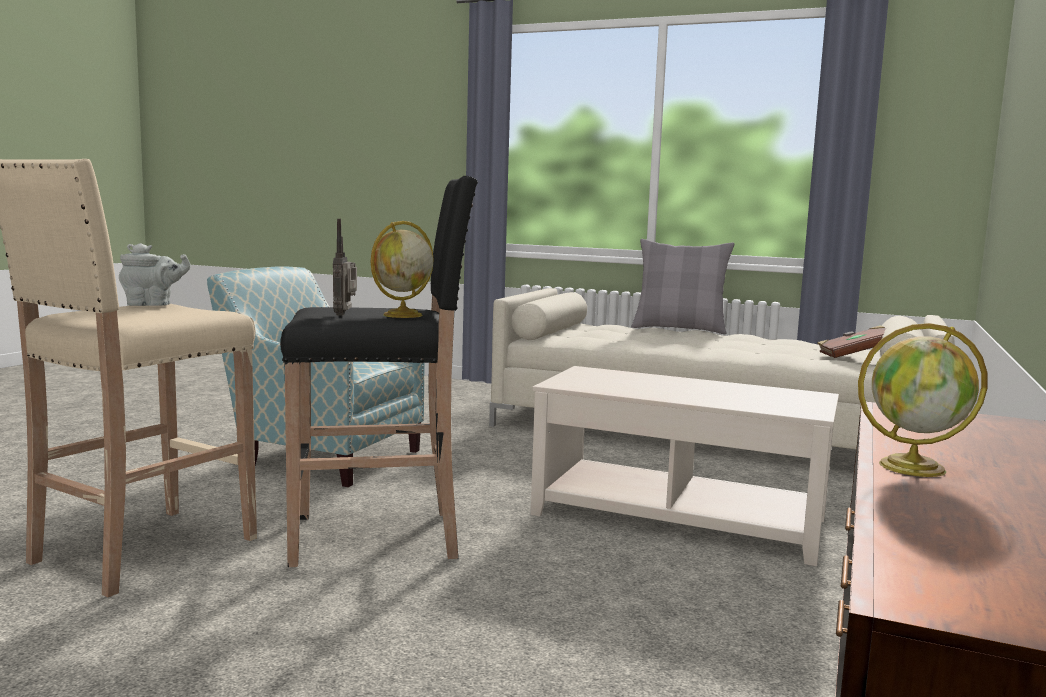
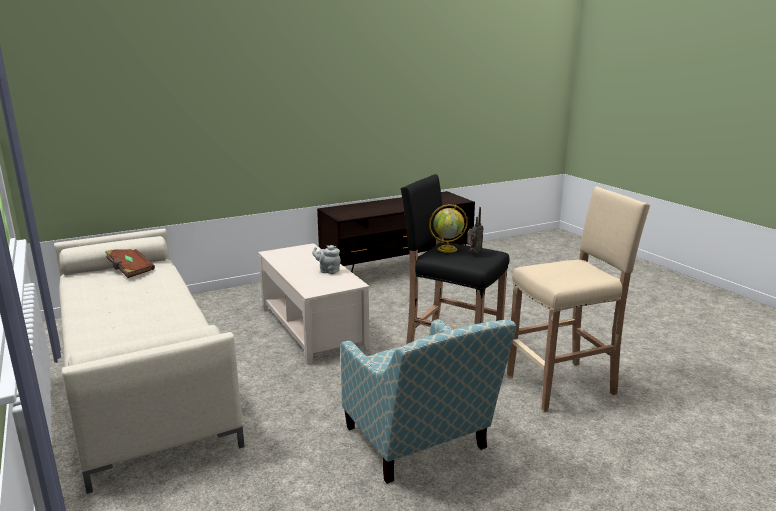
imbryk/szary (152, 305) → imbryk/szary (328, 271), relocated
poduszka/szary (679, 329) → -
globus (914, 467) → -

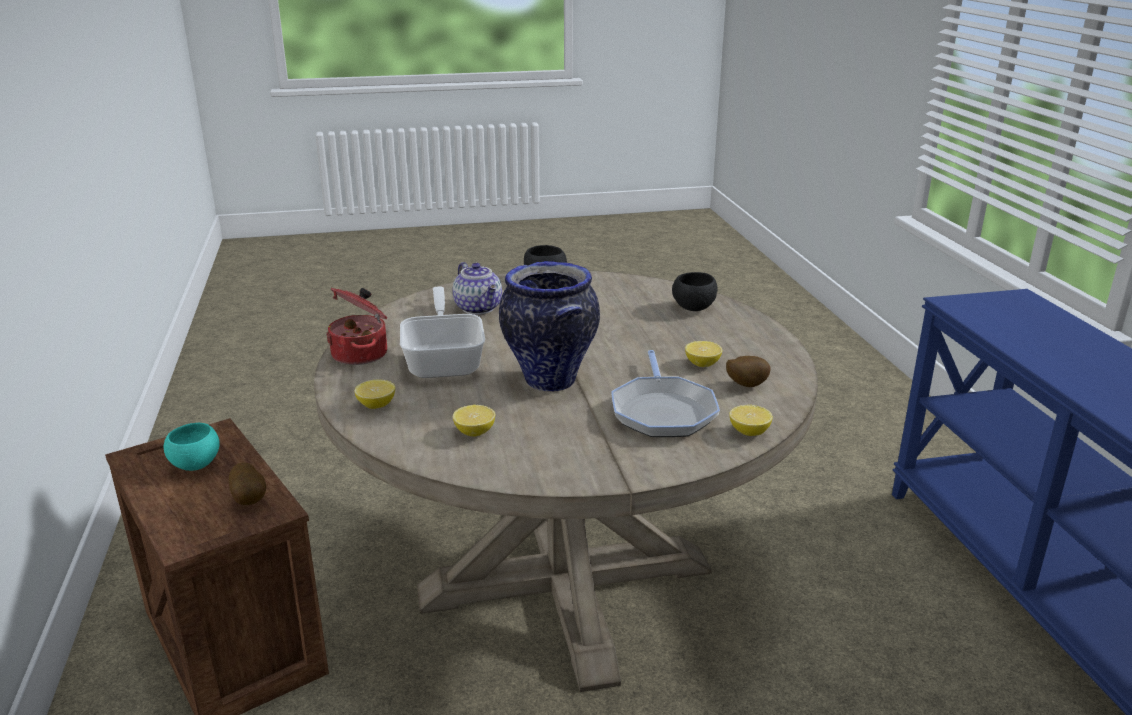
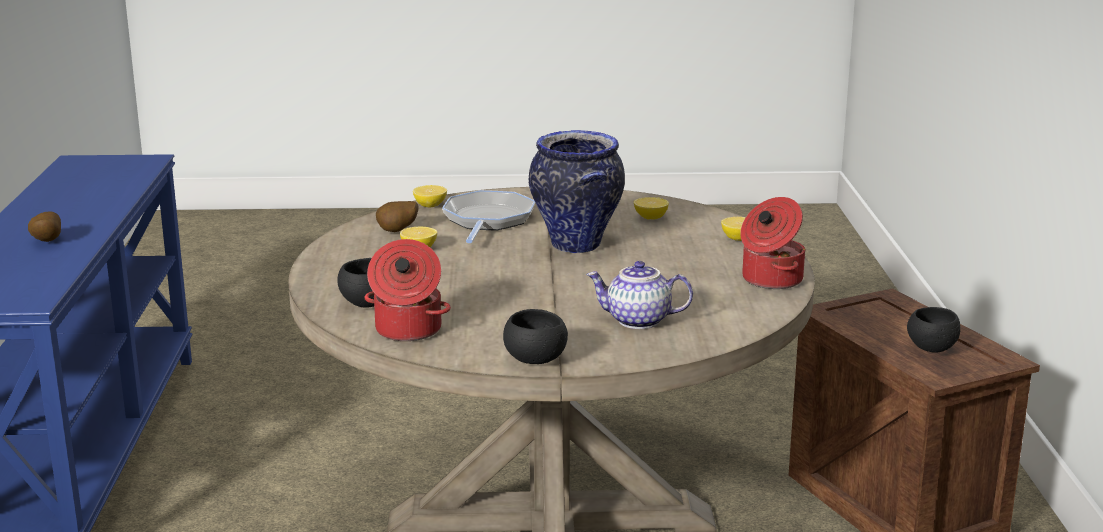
miska/turkusowy (196, 464) → miska/czarny (931, 348)
ziemniak (250, 499) → ziemniak (46, 242), relocated
patelnia (445, 360) → -
imbryk (479, 308) → imbryk (637, 321), 60 degrees counterclockwise
- → garnek (407, 330)

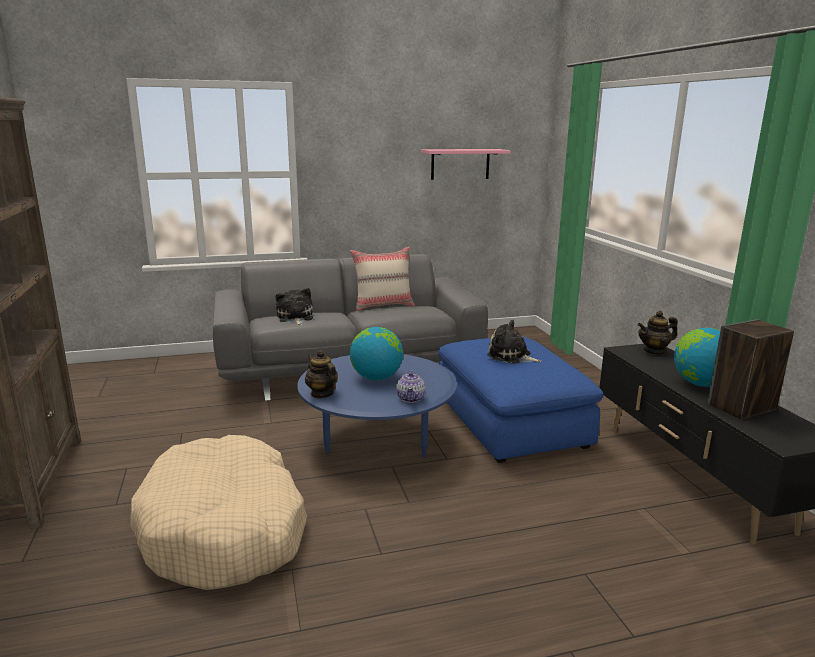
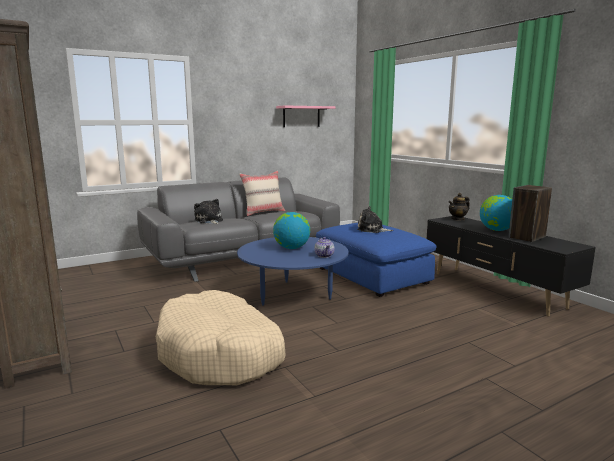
imbryk (322, 394) → -

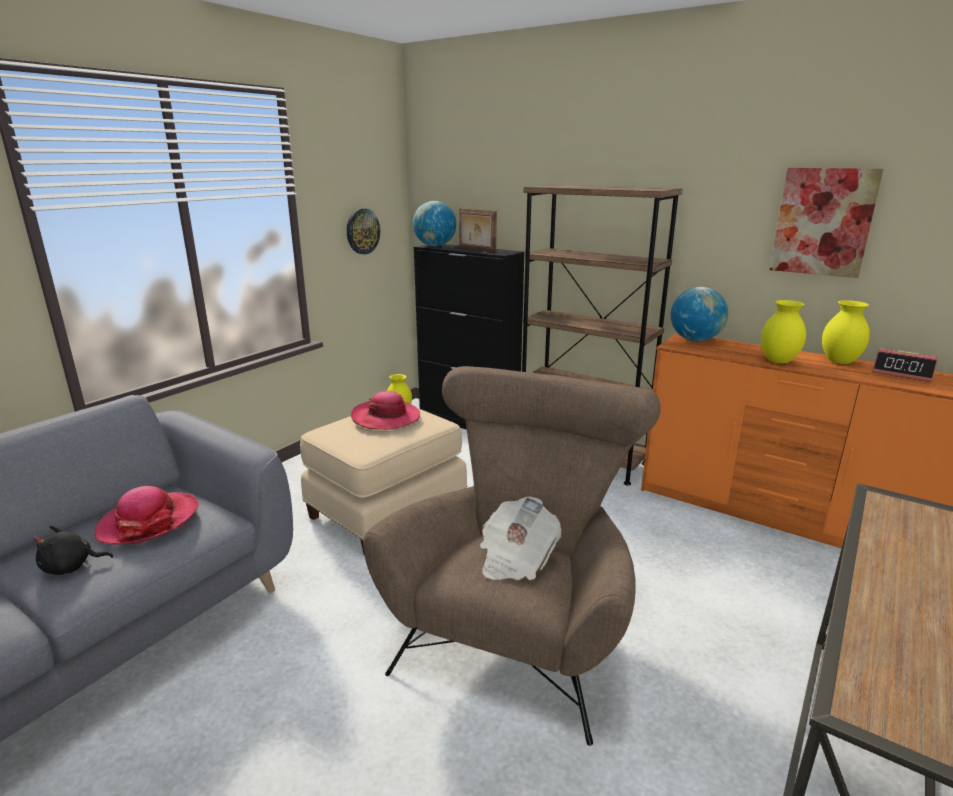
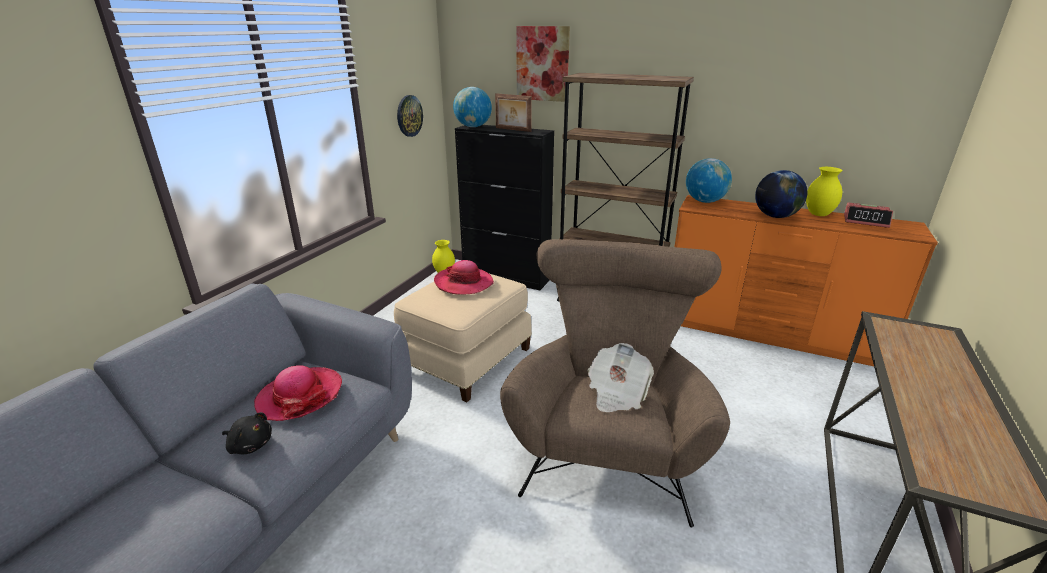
pluszak/czarny (71, 567) → pluszak/czarny (250, 445), 135 degrees counterclockwise
wazon/żółty (778, 361) → globus (775, 216)
obraz (823, 222) → obraz (542, 64), relocated

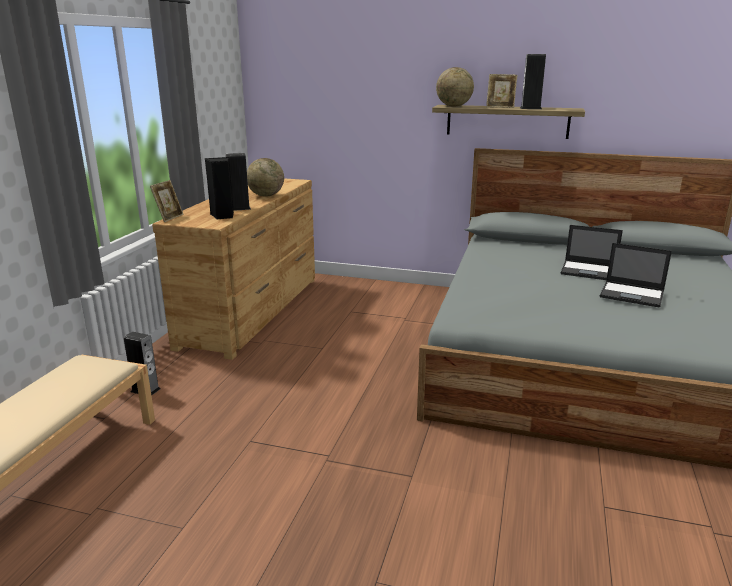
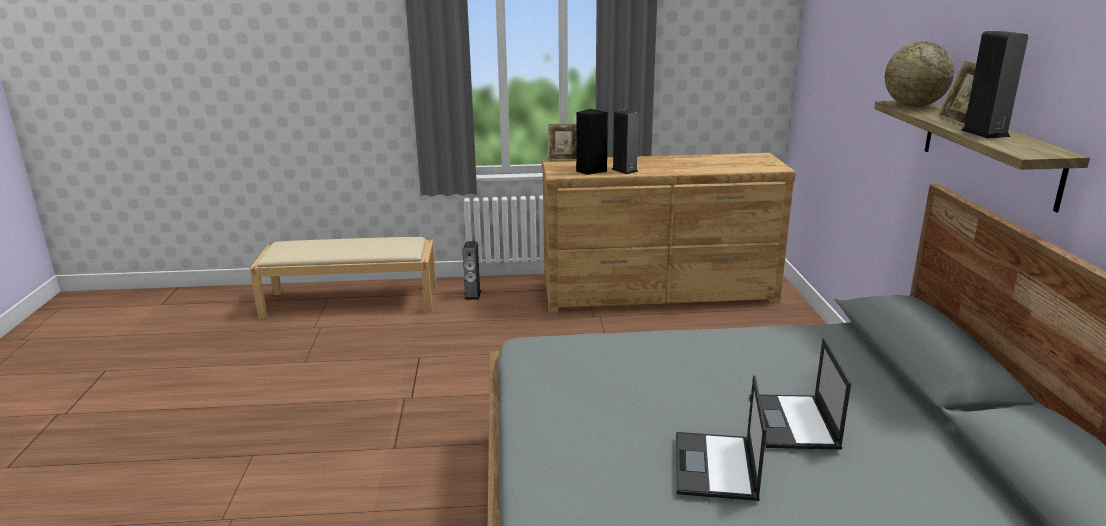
globus (266, 195) → -

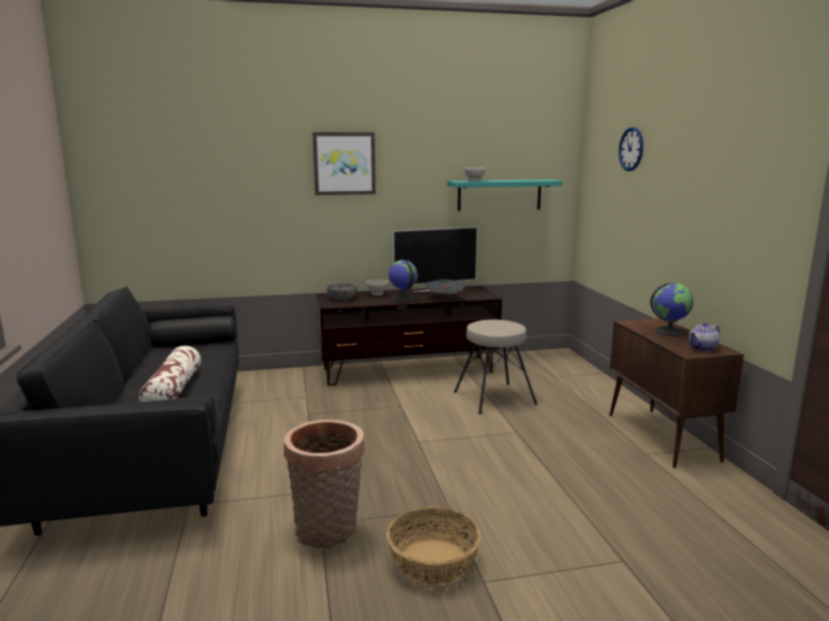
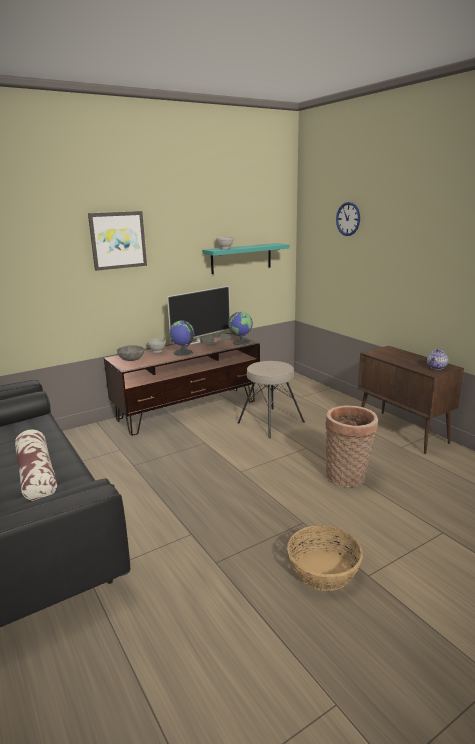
koszyk (328, 533) → koszyk (348, 477), relocated
globus (669, 331) → globus (241, 342), relocated

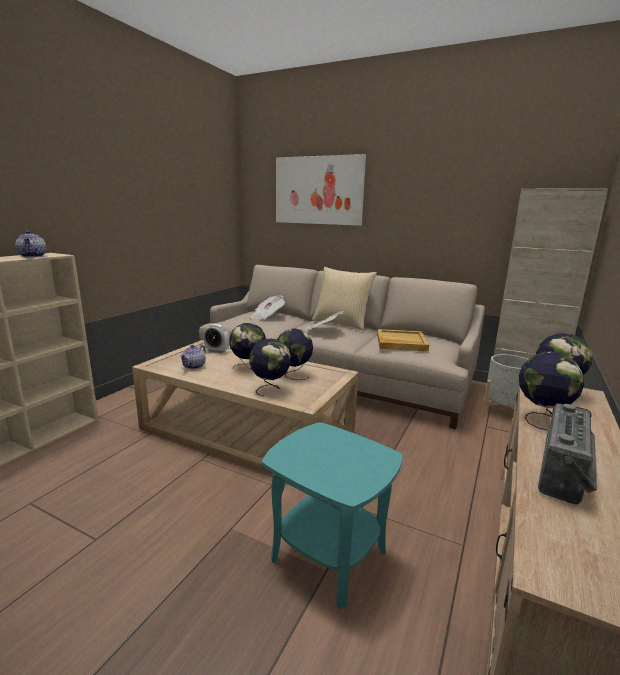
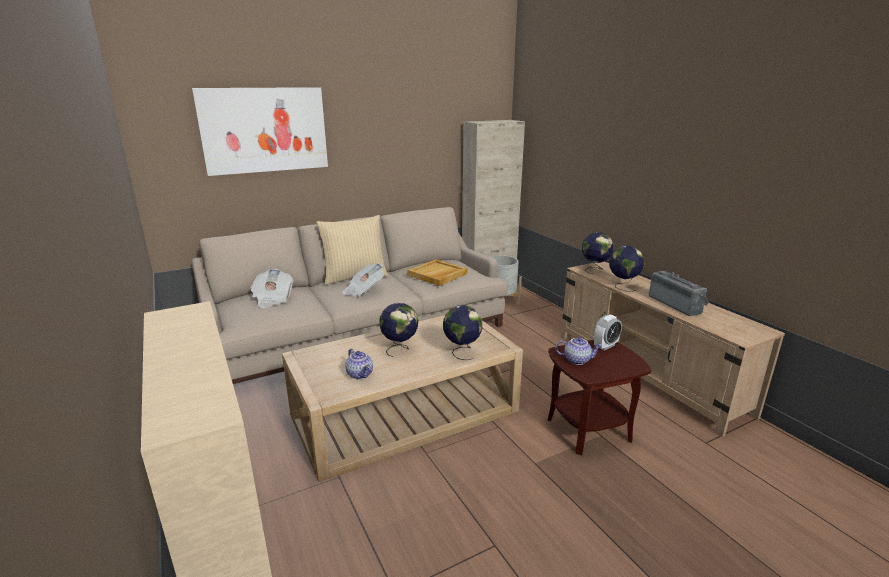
imbryk (33, 256) → imbryk (577, 360), relocated
budzik (217, 351) → budzik (605, 346), relocated
stolik/turkusowy (329, 554) → stolik/brązowy (588, 429)
globus (293, 374) → -

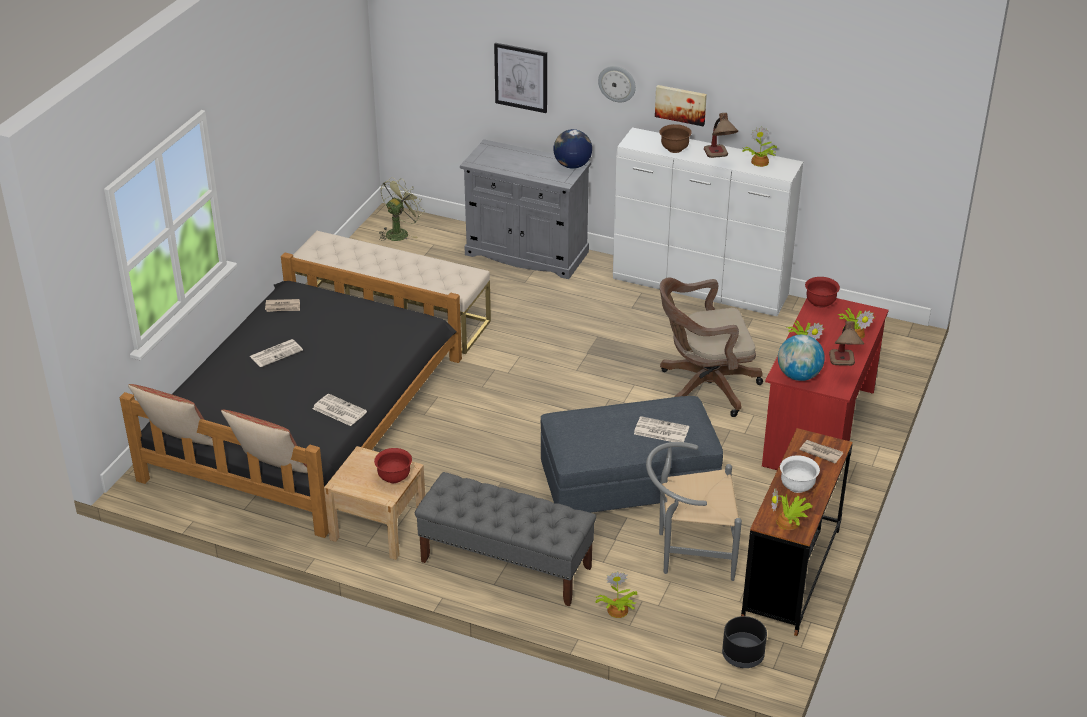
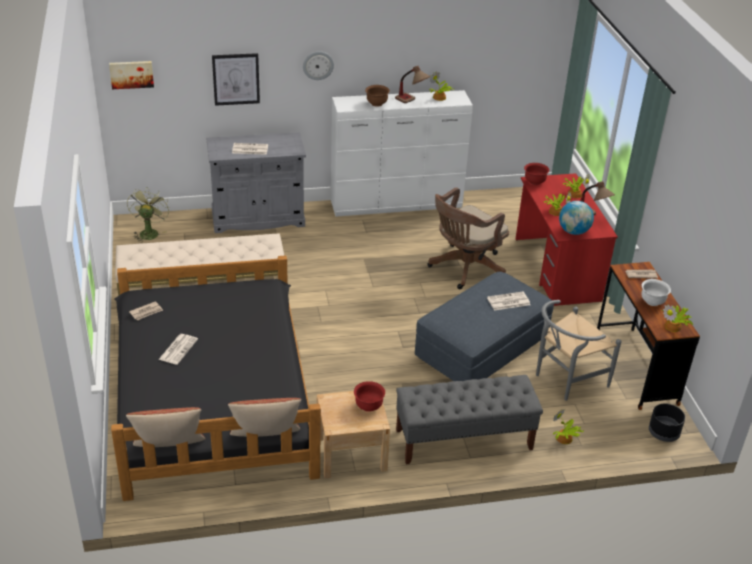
gazeta (338, 410) → gazeta (249, 149), relocated
globus (572, 165) → -
obraz (681, 104) → obraz (131, 74), relocated

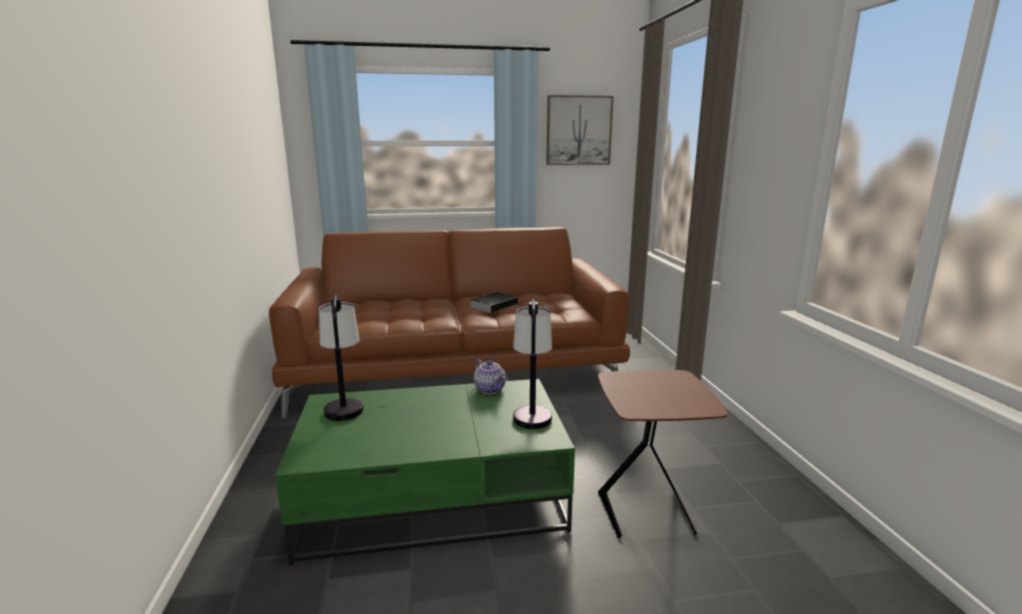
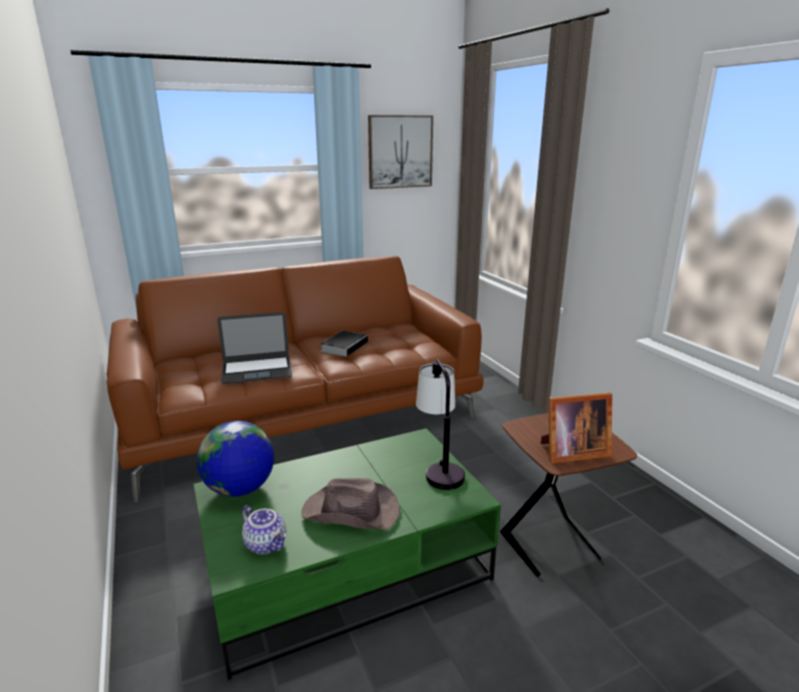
lampa stołowa (343, 403) → globus (240, 489)
imbryk (490, 389) → imbryk (267, 544), relocated
- → laptop (257, 370)
- → kapelusz/brązowy (352, 512)
- → ramka na zdjęcie (571, 452)

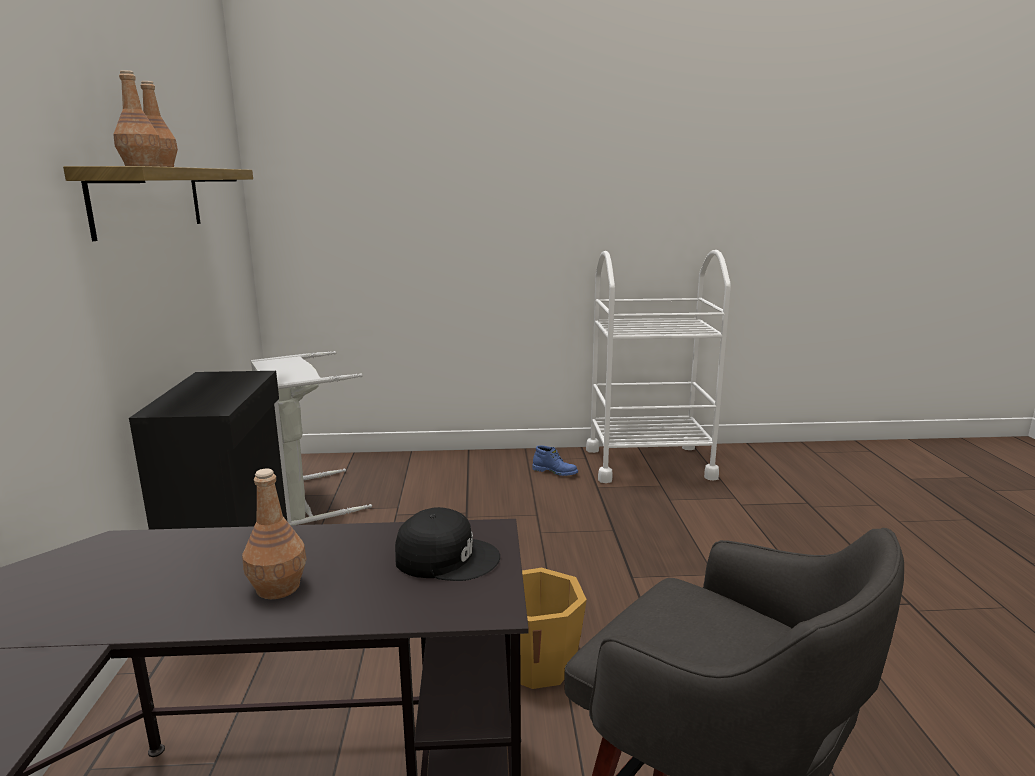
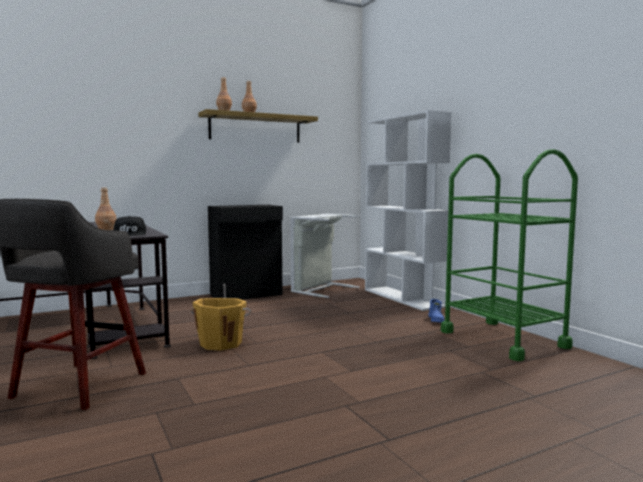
wózek/biały (648, 463) → wózek/zielony (503, 339)
- → regał/biały (403, 298)

